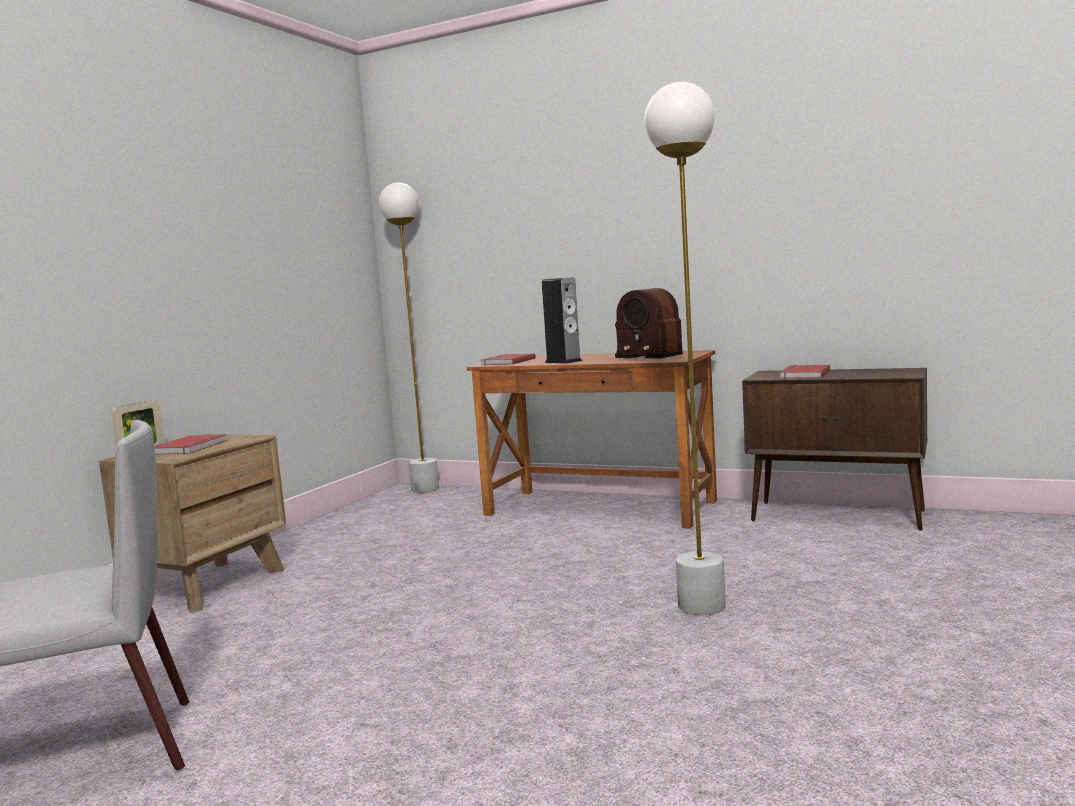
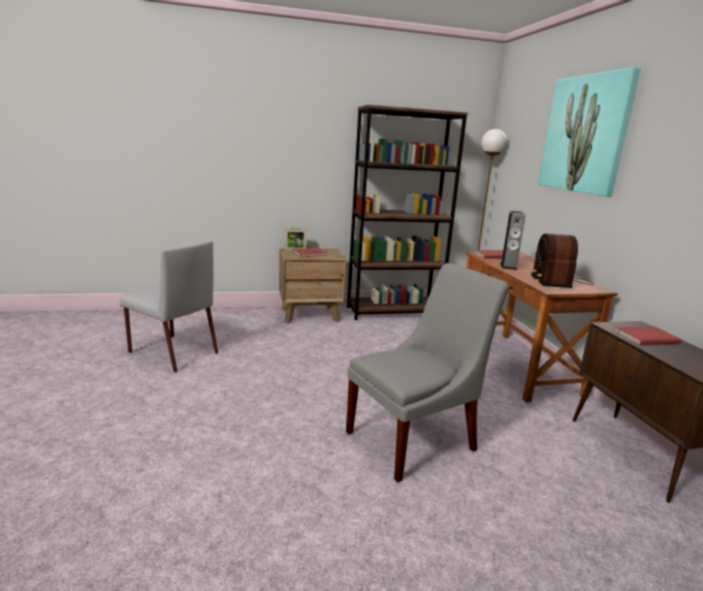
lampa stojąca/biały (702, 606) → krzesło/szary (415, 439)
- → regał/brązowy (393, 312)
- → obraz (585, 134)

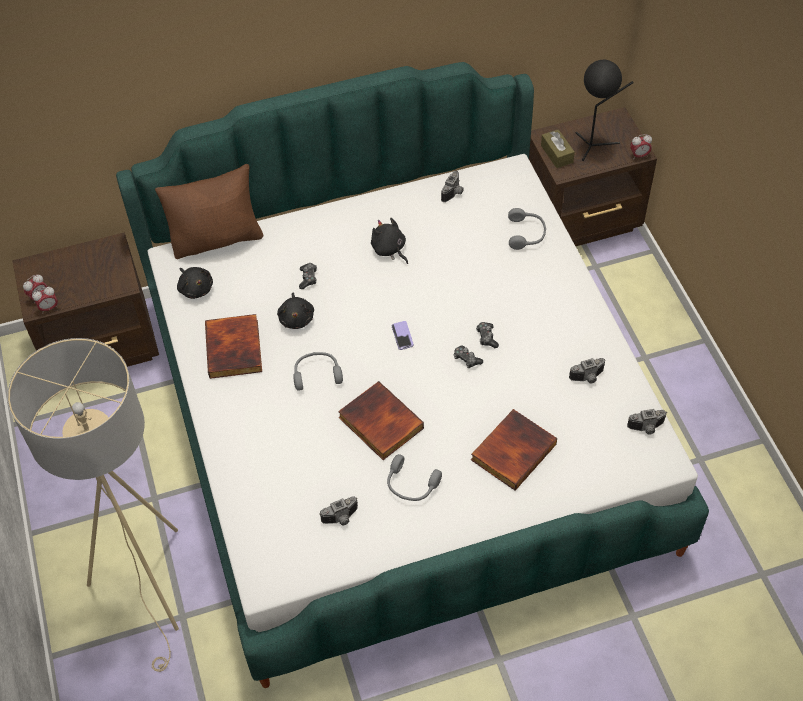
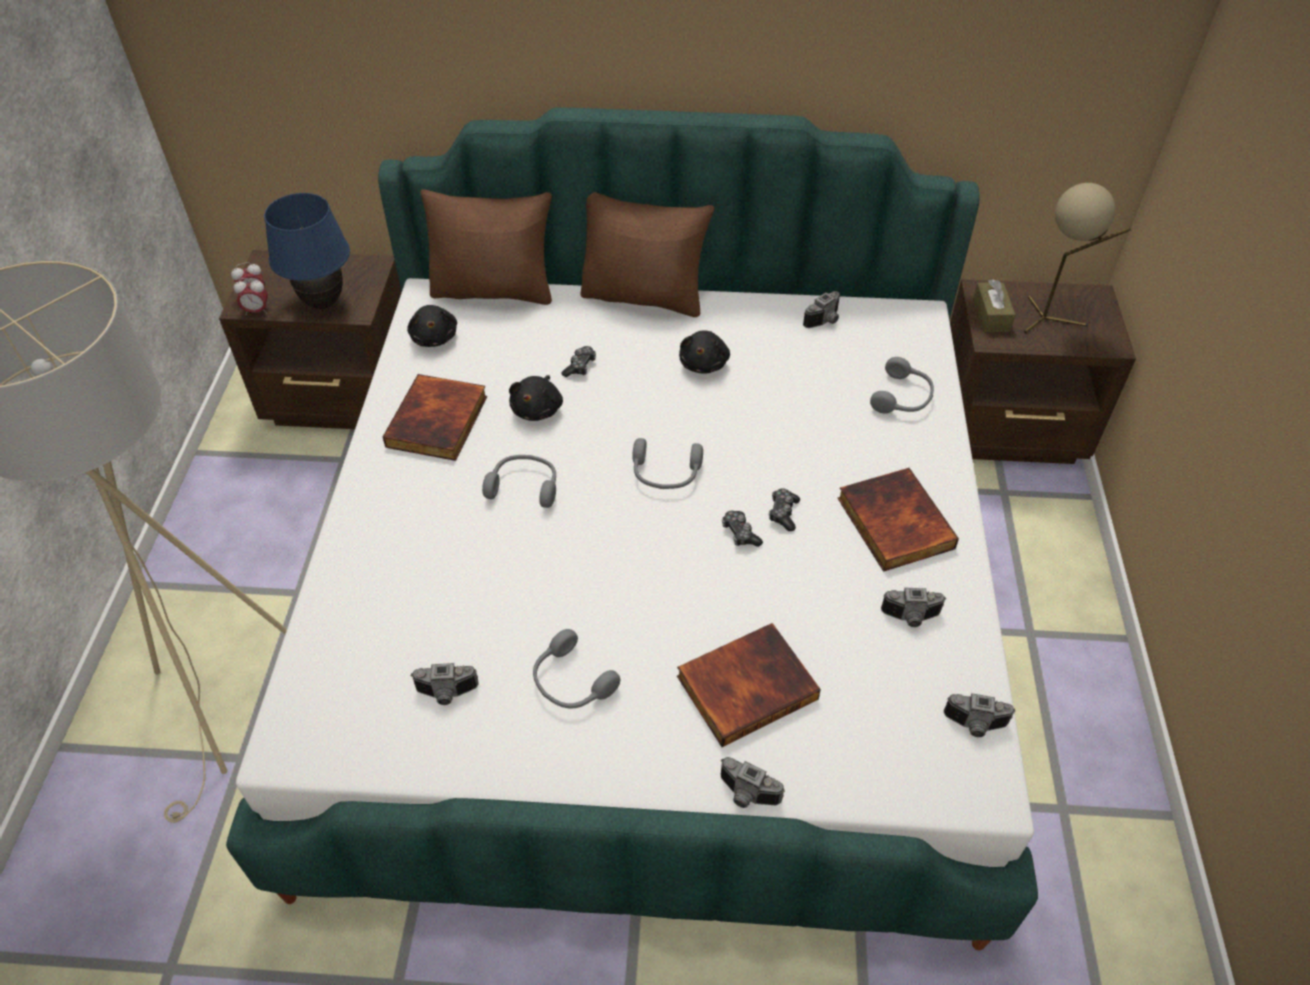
książka (379, 423) → książka (892, 523), relocated
pluszak/czarny (389, 249) → pluszak/czarny (704, 363), 150 degrees counterclockwise
telefon (402, 336) → słuchawki/szary (665, 474)
lampa stołowa/czarny (594, 145) → lampa stołowa/beżowy (1049, 319)
budzik (639, 155) → -
- → lampa stołowa/niebieski (323, 303)
- → poduszka/brązowy (644, 296)
- → aparat fotograficzny (746, 796)

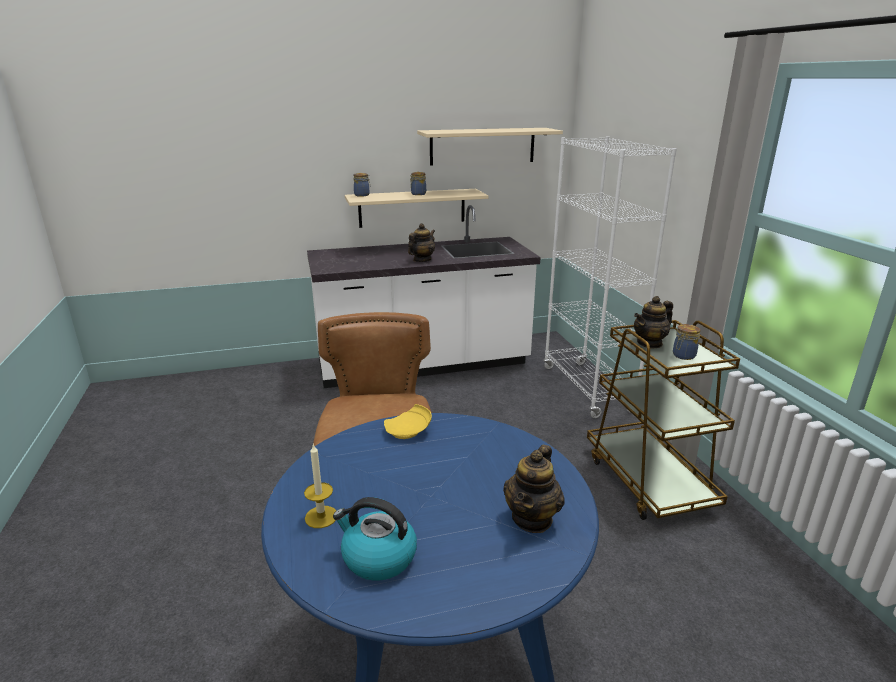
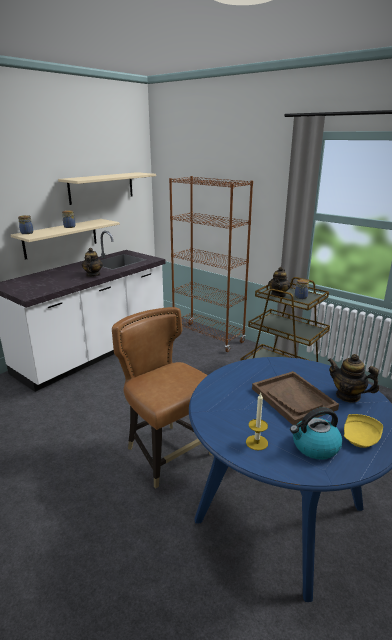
talerz/żółty (409, 431) → talerz/żółty (361, 438), relocated
imbryk (532, 518) → imbryk (348, 396), 135 degrees clockwise
regał/biały (587, 389) → regał/brązowy (208, 337)
- → taca/brązowy (293, 399)

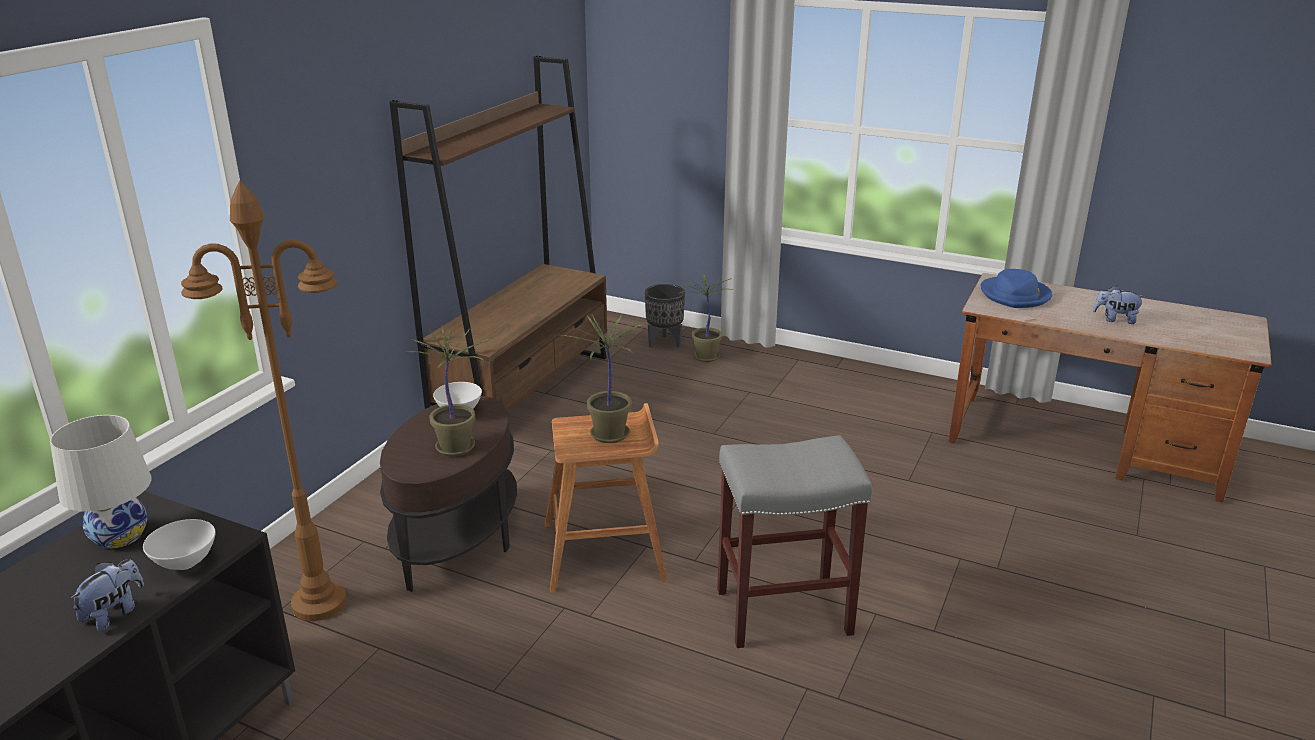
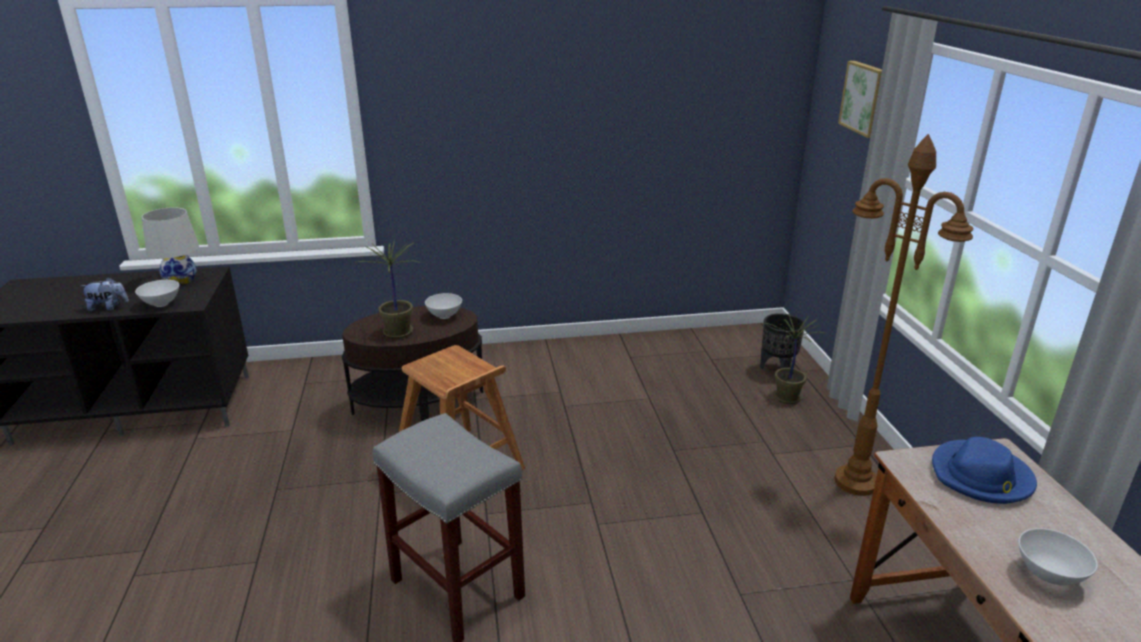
lampa stojąca/brązowy (320, 603) → lampa stojąca/brązowy (856, 482), relocated
regał/brązowy (524, 394) → -
roślina doniczkowa (610, 435) → -
pluszak (1115, 319) → miska/biały (1047, 575)
- → obraz (865, 98)

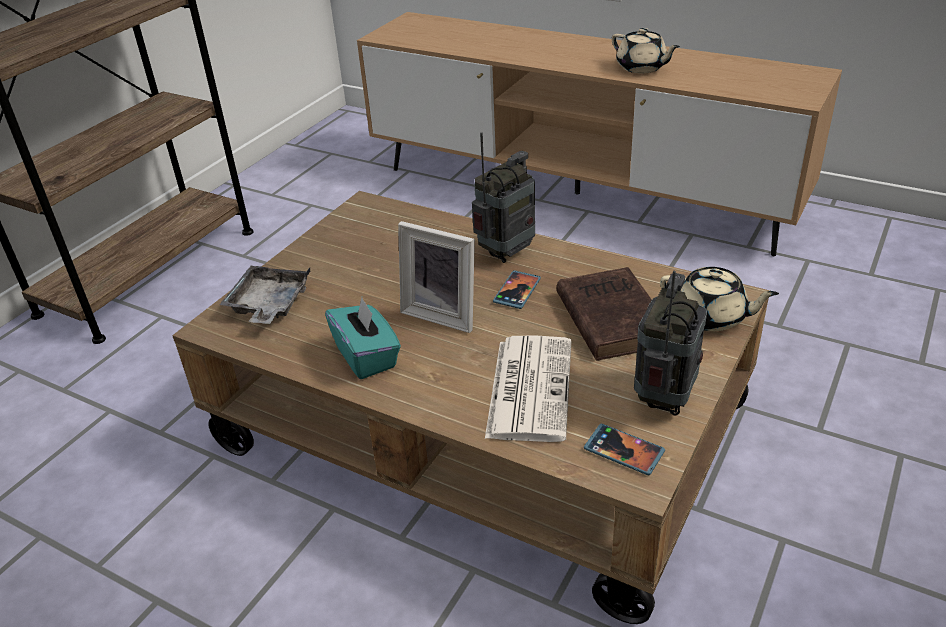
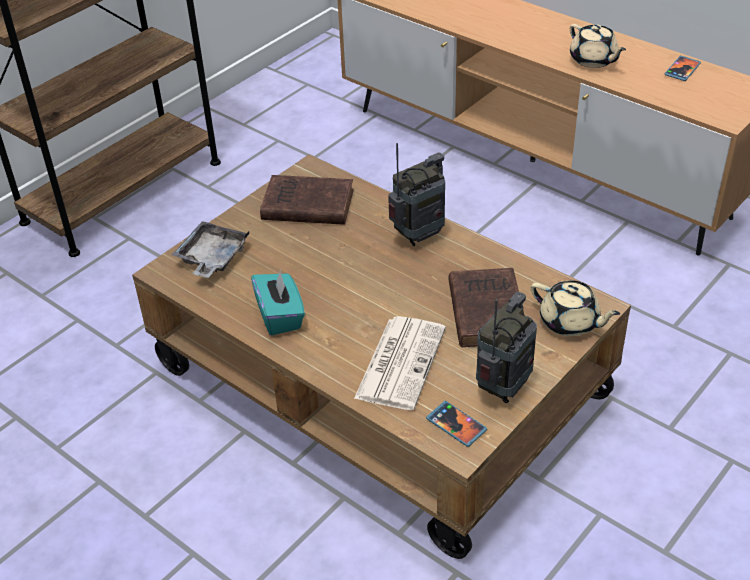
ramka na zdjęcie (443, 313) → -
telefon (517, 291) → telefon (682, 70), relocated
- → książka/brązowy (305, 205)

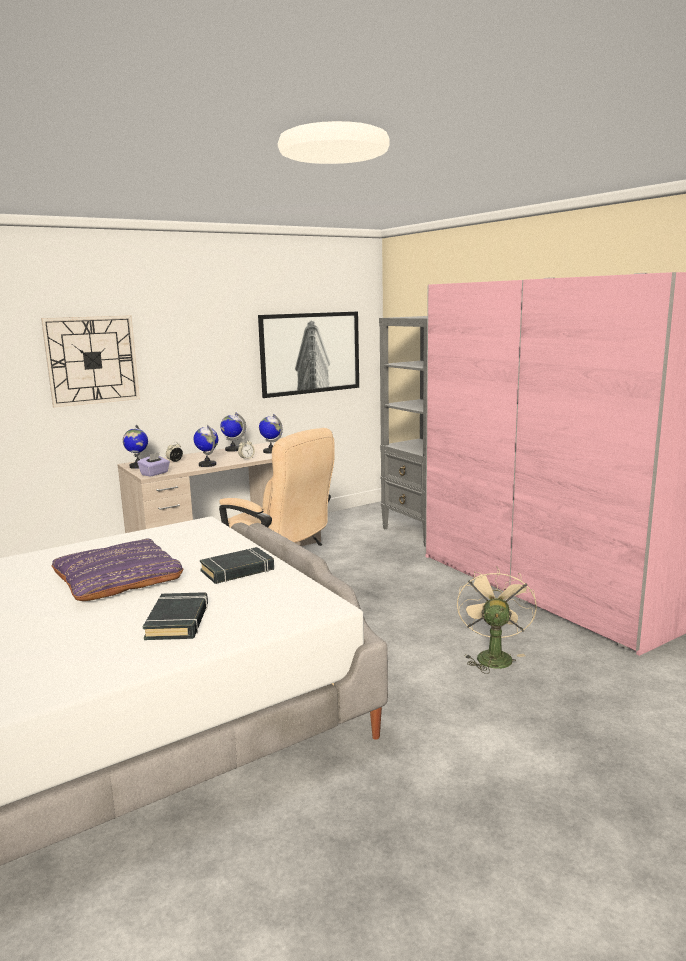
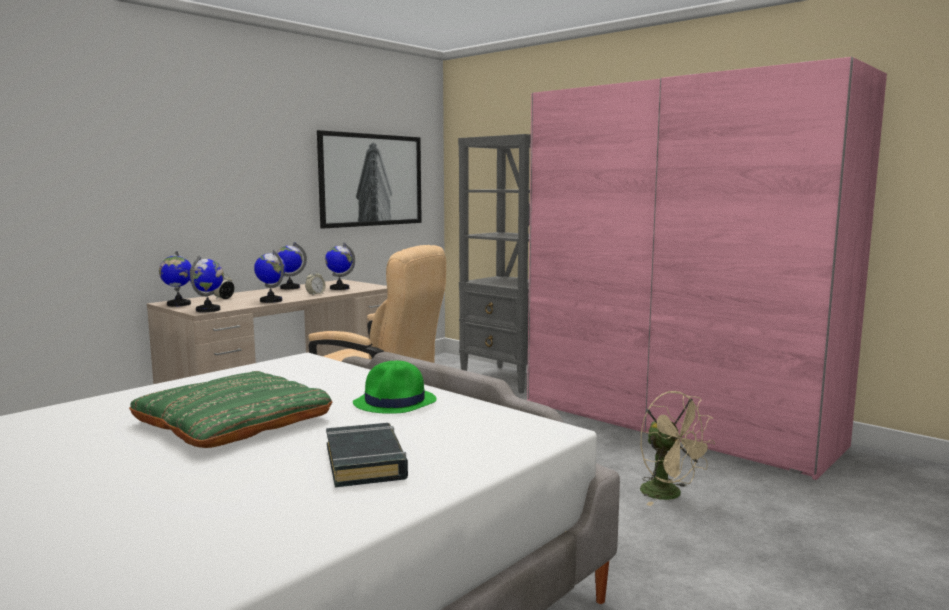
zegar ścienny (92, 360) → -
poduszka/fioletowy (117, 578) → poduszka/zielony (233, 421)
pudełko chusteczek/fioletowy (155, 473) → globus (208, 310)
książka/czarny (237, 570) → kapelusz/zielony (395, 402)
wentylator/beżowy (492, 656) → wentylator/beżowy (669, 495), 150 degrees clockwise

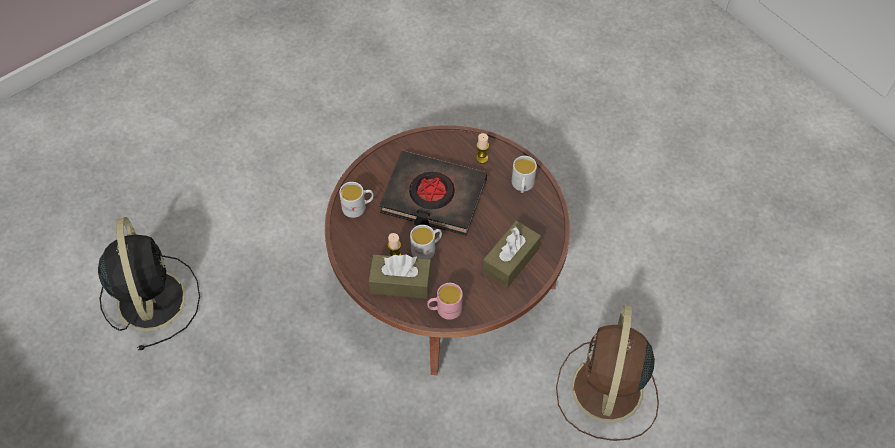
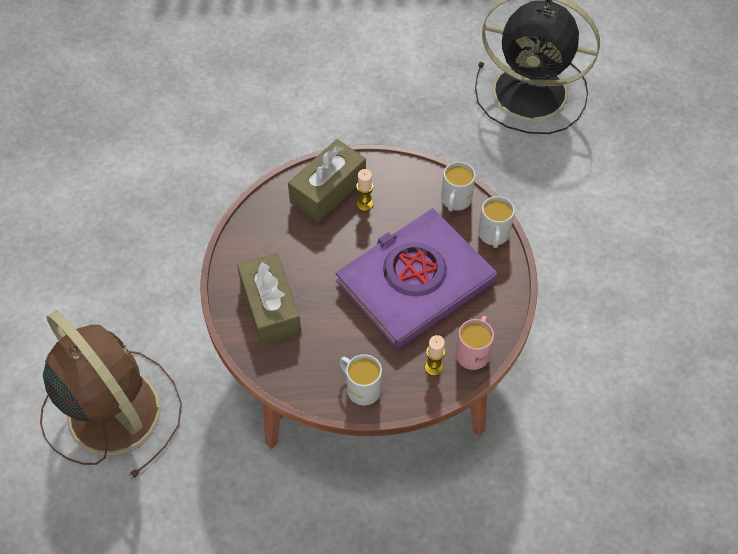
książka/czarny (433, 197) → książka/fioletowy (414, 282)
kubek/biały (427, 248) → kubek/biały (493, 238), relocated
kubek/różowy (444, 309) → kubek/różowy (474, 349), relocated

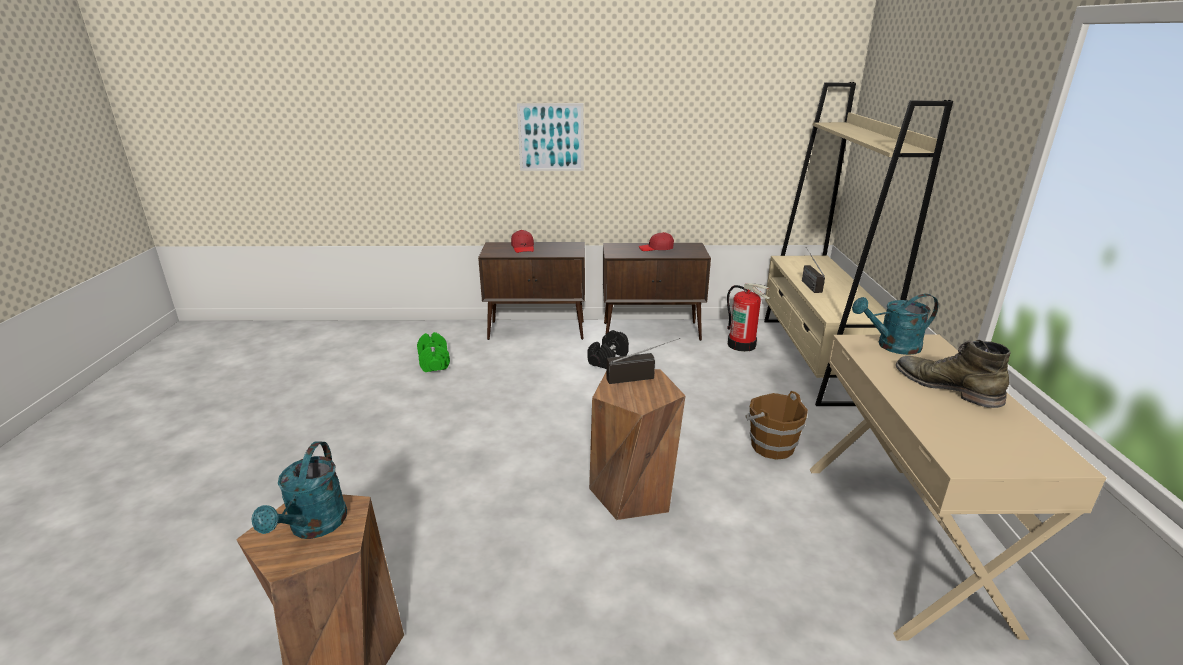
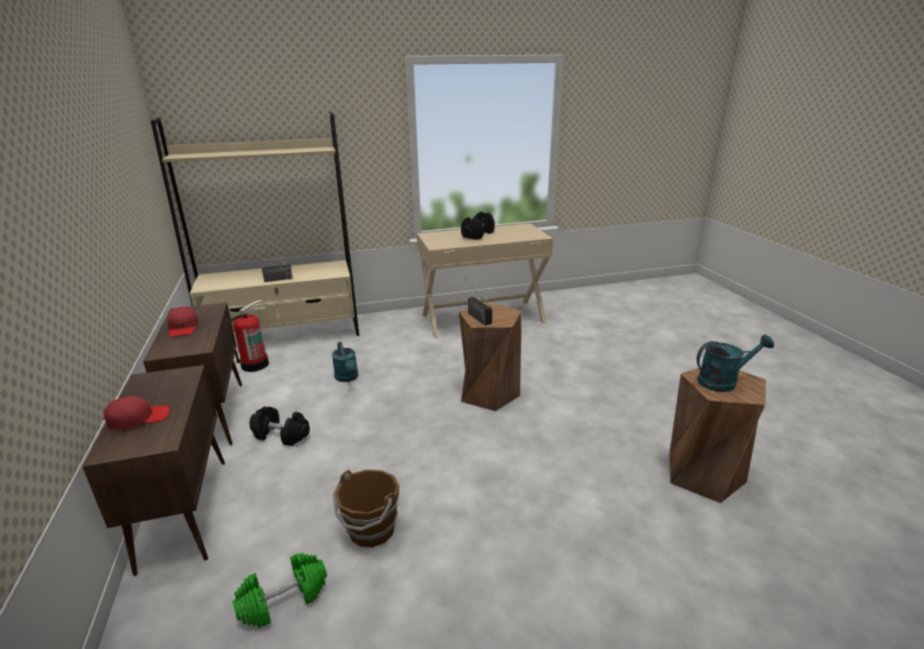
obraz (551, 137) → -
wiadro/brązowy (771, 446) → wiadro/brązowy (370, 530), relocated
konewka/turkusowy (892, 346) → konewka/turkusowy (348, 378), relocated
but z cholewką/zielony (946, 387) → hantel/czarny (478, 235)

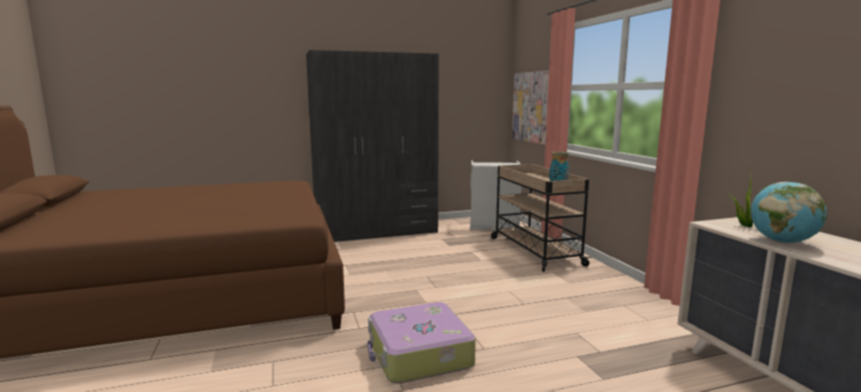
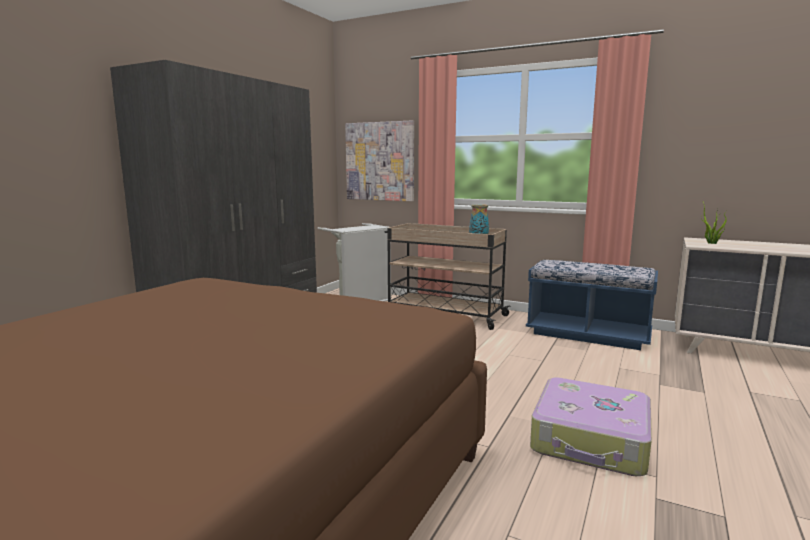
globus (782, 241) → -
- → ławka/niebieski (588, 334)

